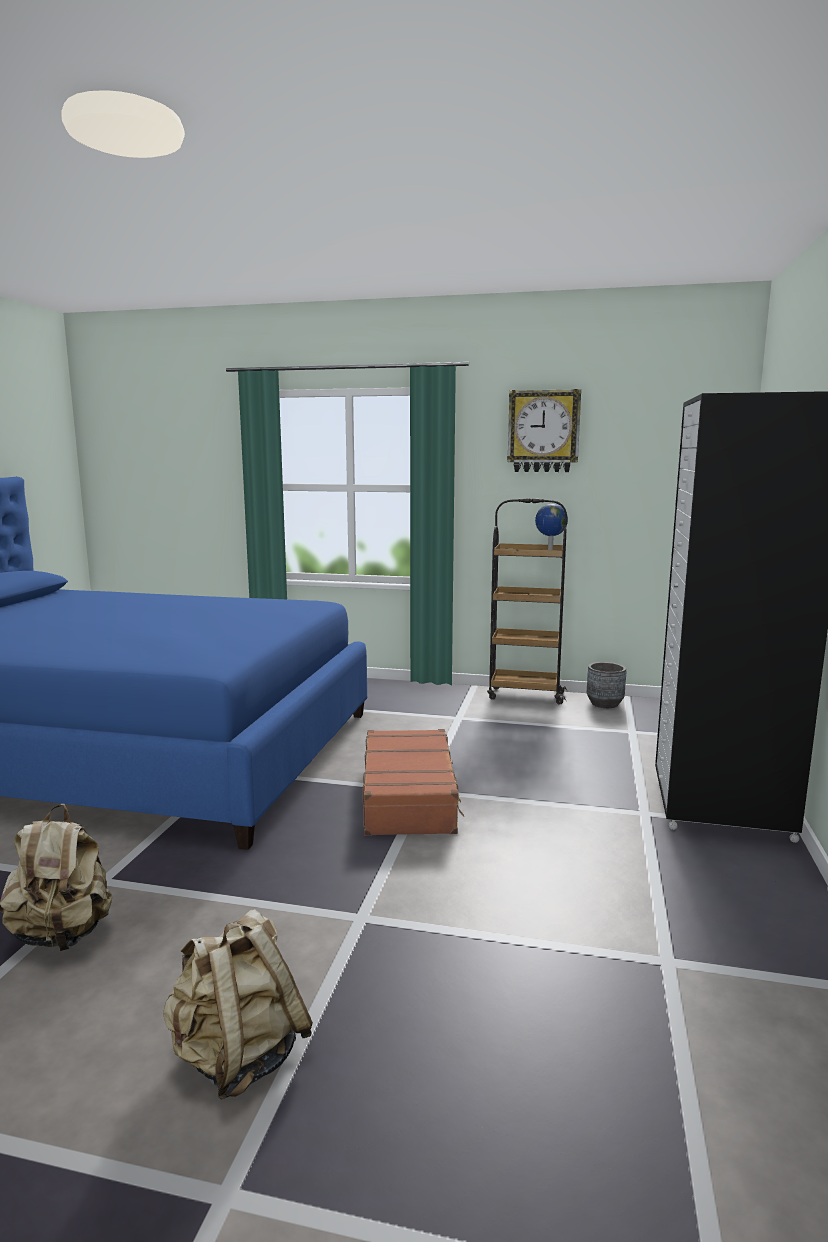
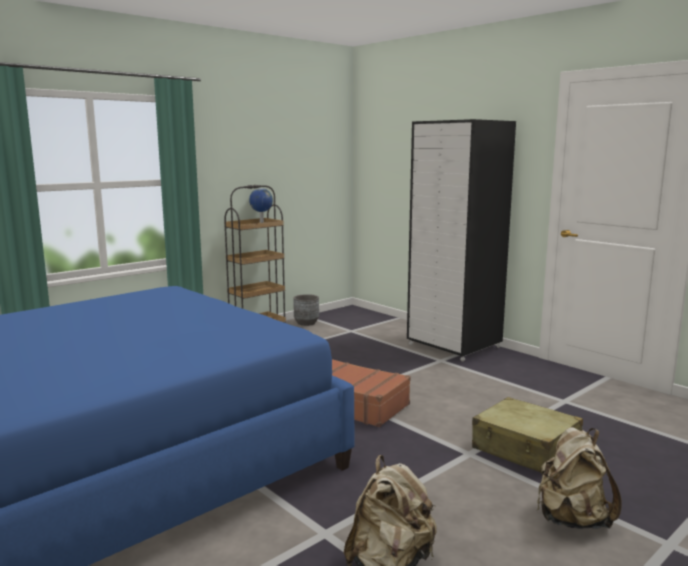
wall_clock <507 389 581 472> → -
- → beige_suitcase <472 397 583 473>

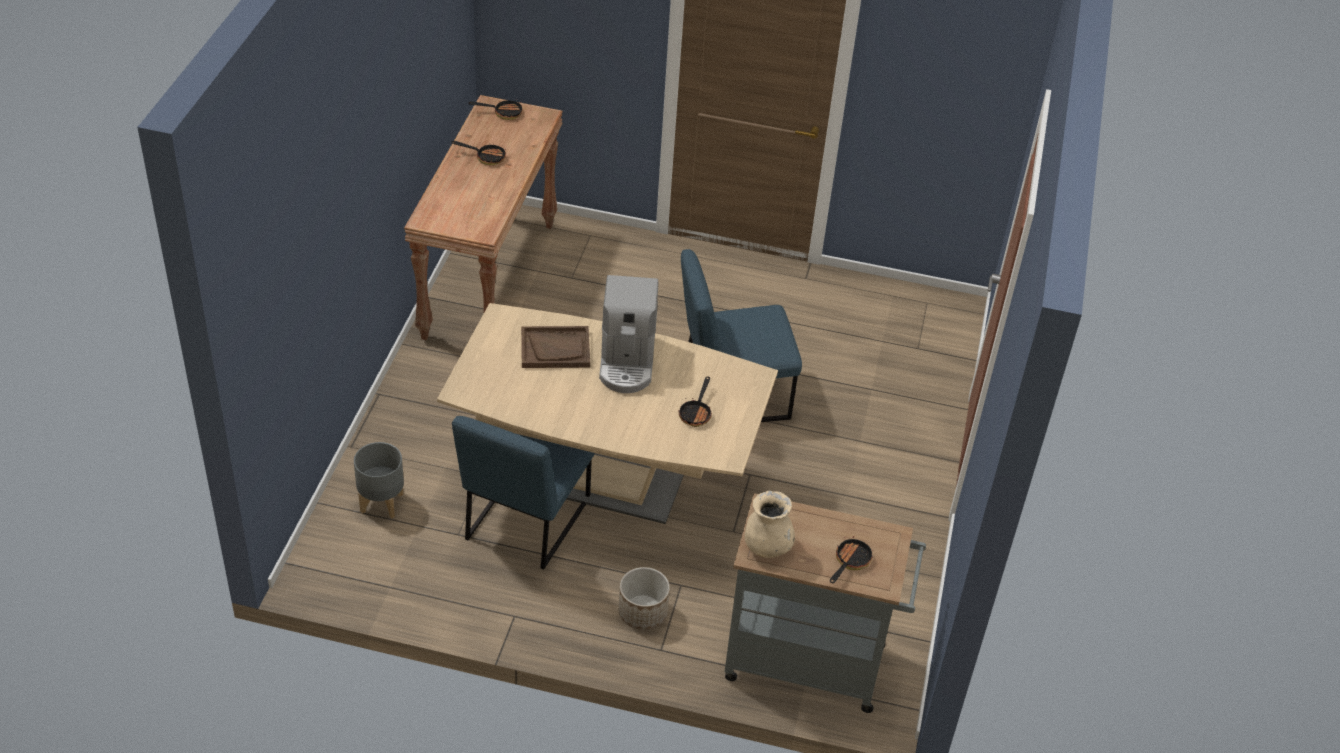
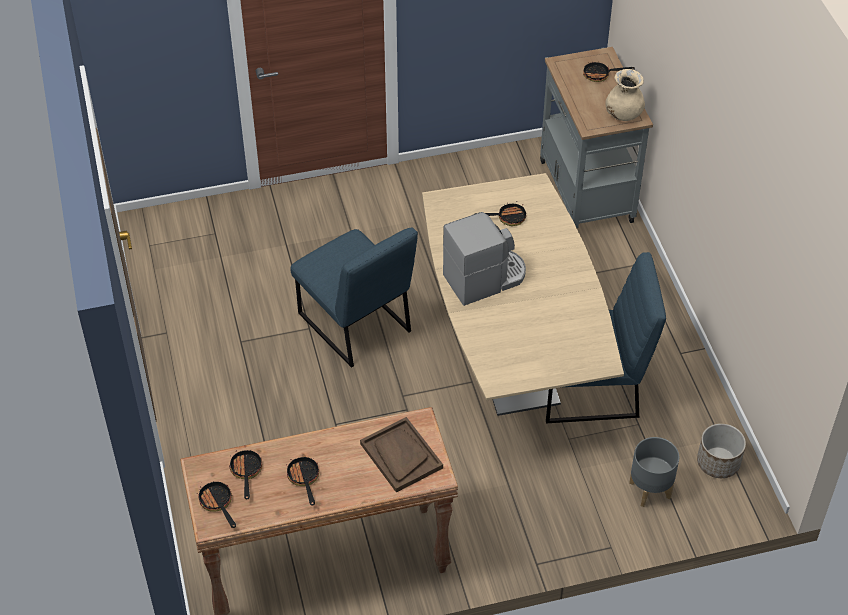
- → frying_pan <229 447 262 499>
brown_tray <521 326 590 368> → brown_tray <360 417 443 493>, shifted
planter <618 567 670 630> → planter <697 423 746 478>, shifted

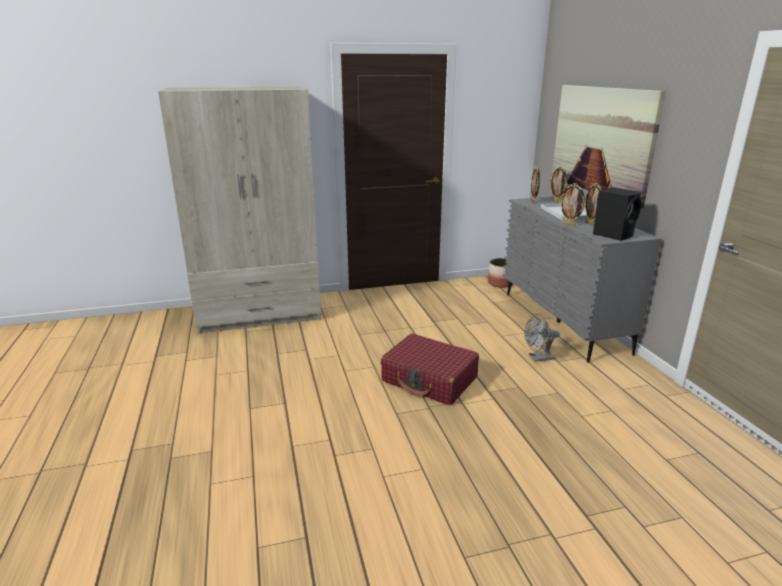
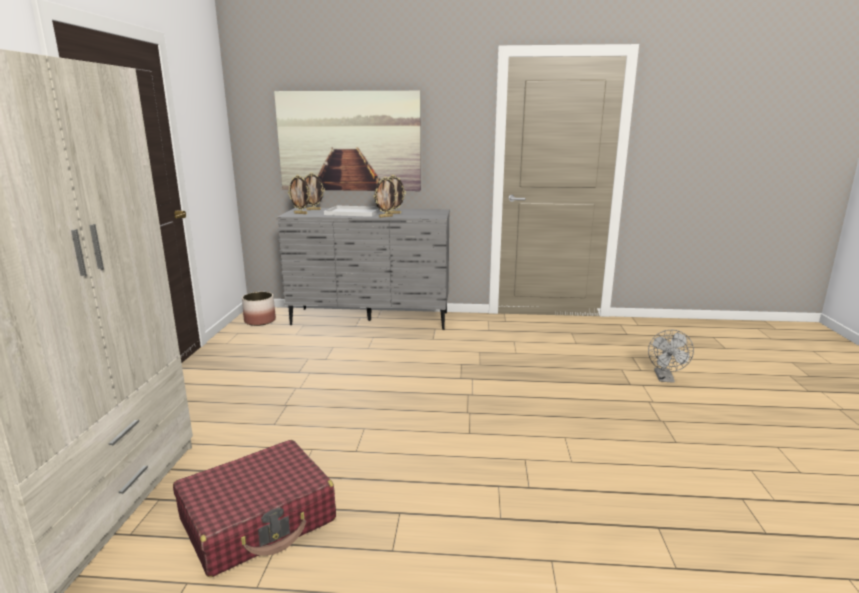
black_speaker <593 187 642 241> → -
red_suitcase <381 333 479 405> → red_suitcase <173 440 336 577>, shifted
grey_fan <524 313 560 362> → grey_fan <648 330 694 383>, shifted

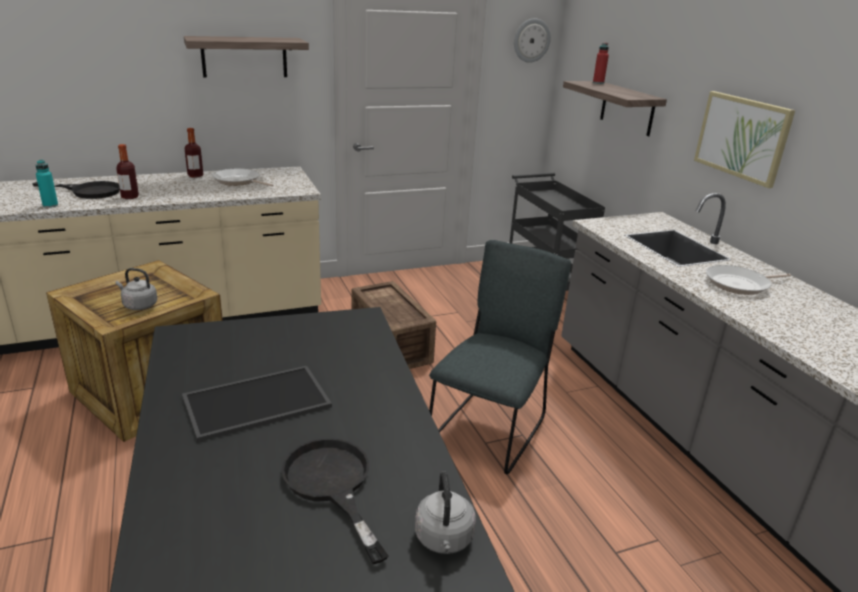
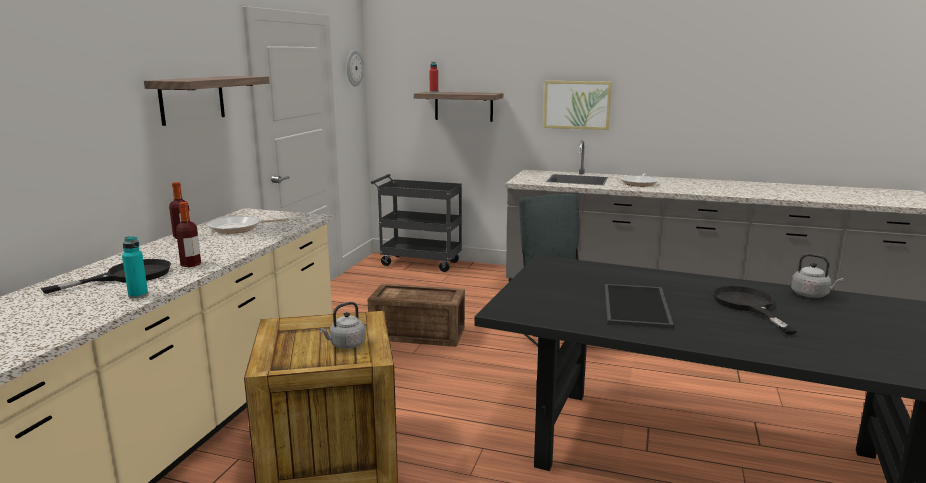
black_frying_pan <281 438 388 564> → black_frying_pan <713 286 797 335>, 75 degrees clockwise

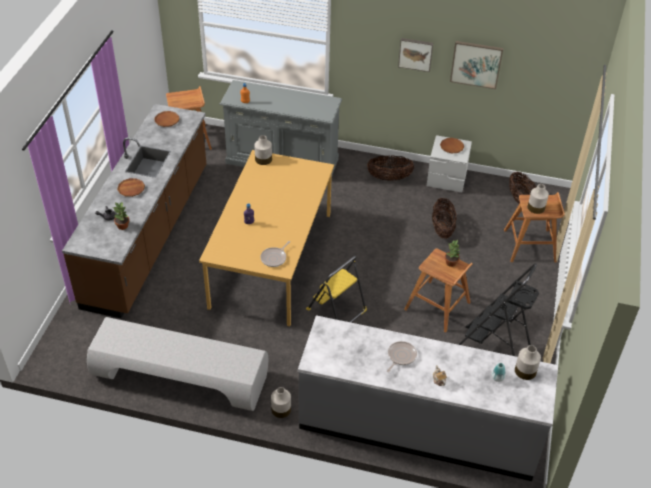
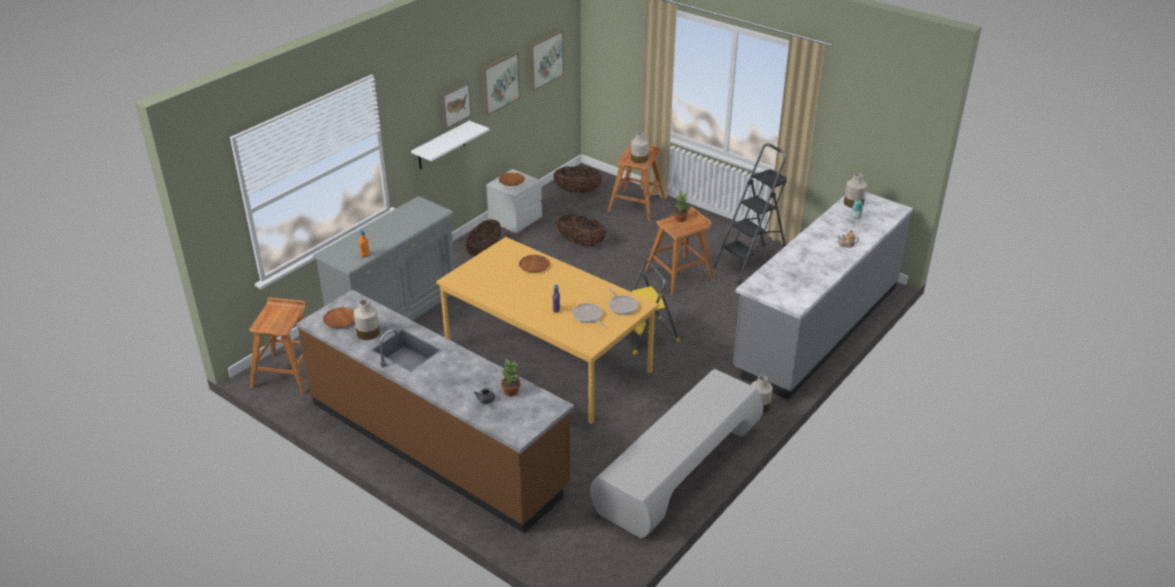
- → white_shelf <411 121 490 169>
- → picture <529 30 564 91>
brown_plate <117 178 145 197> → brown_plate <519 255 550 273>, shifted
beige_vase <254 135 272 165> → beige_vase <354 299 380 340>, shifted
frying_pan <387 341 417 372> → frying_pan <573 303 605 327>, shifted

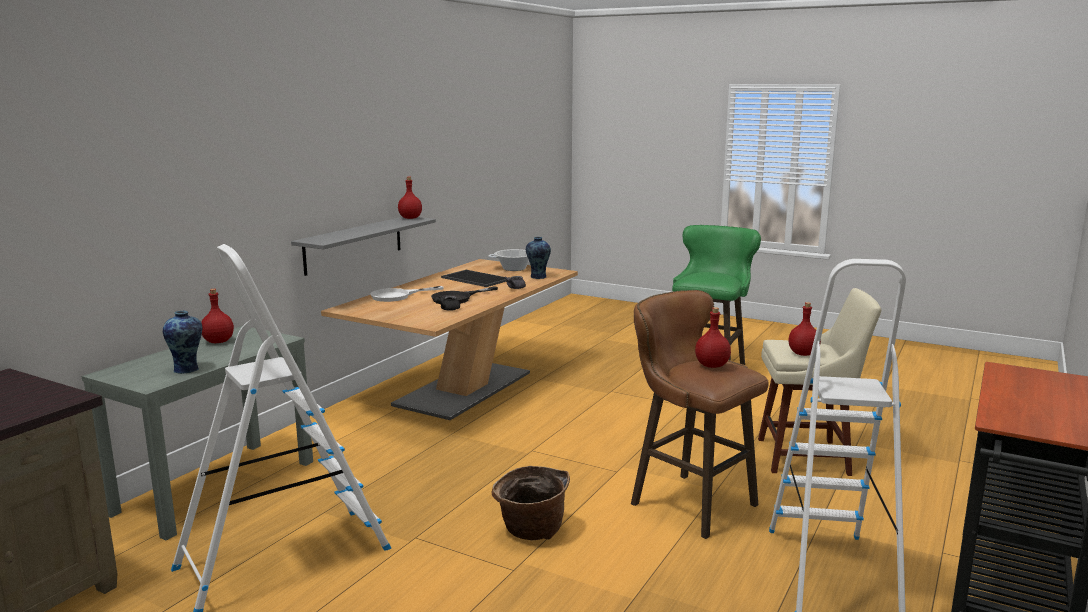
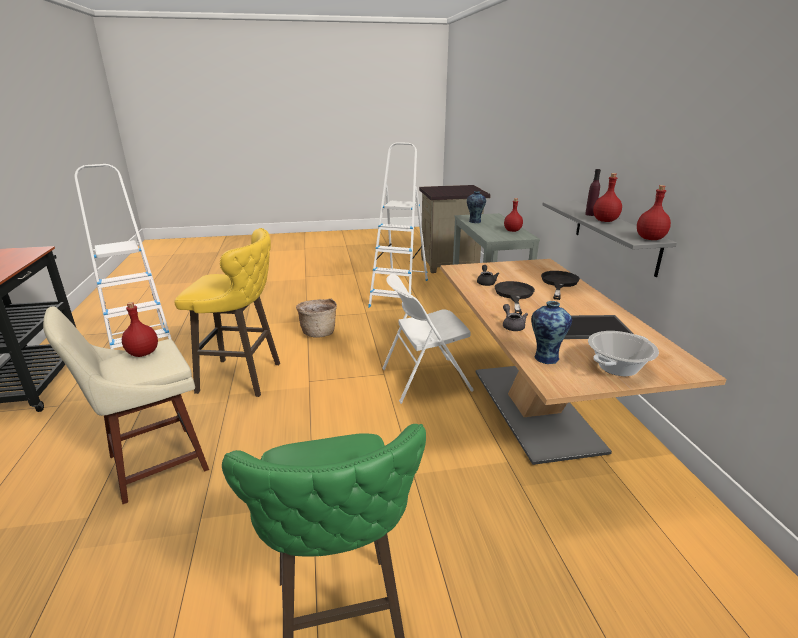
- → white_chair <382 274 473 404>
- → purple_bottle <585 169 601 216>
red_bottle <695 307 731 368> → red_bottle <593 173 622 222>, shifted
white_frying_pan <370 286 444 302> → black_frying_pan <541 271 580 300>
brown_stool <631 290 769 539> → yellow_stool <174 228 280 397>

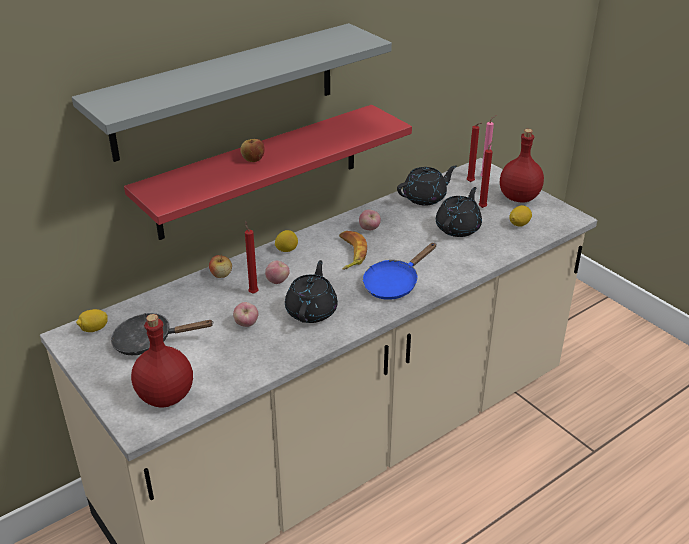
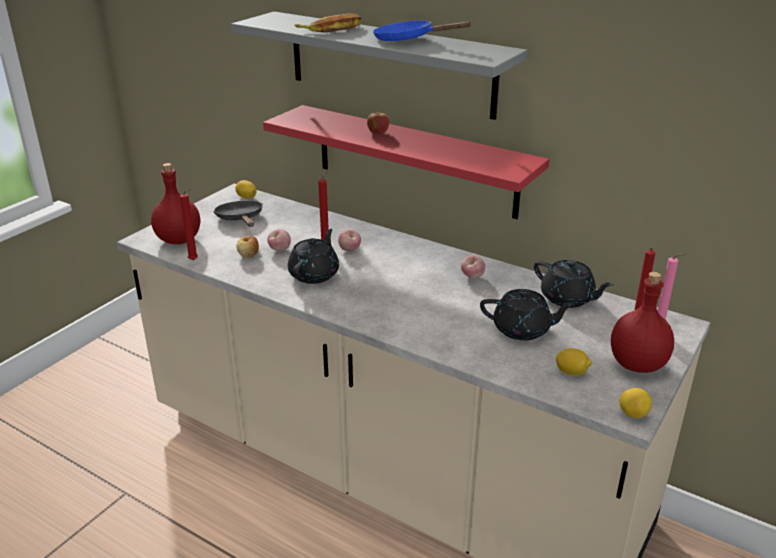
apple <209 254 232 278> → apple <237 235 259 258>, shifted
lemon <275 230 298 252> → lemon <620 388 652 418>, shifted
banana <339 231 367 270> → banana <295 13 361 32>, shifted
blue_frying_pan <363 243 436 300> → blue_frying_pan <373 21 472 41>, shifted
red_candle <478 141 493 208> → red_candle <180 188 198 260>, shifted
black_teapot <285 260 338 323> → black_teapot <288 229 339 284>, 60 degrees counterclockwise

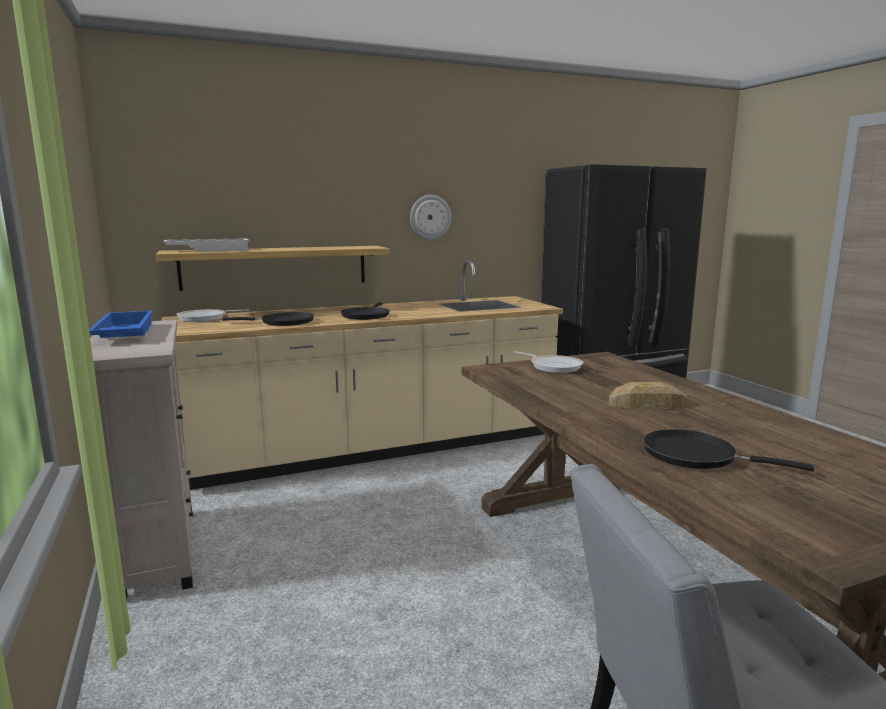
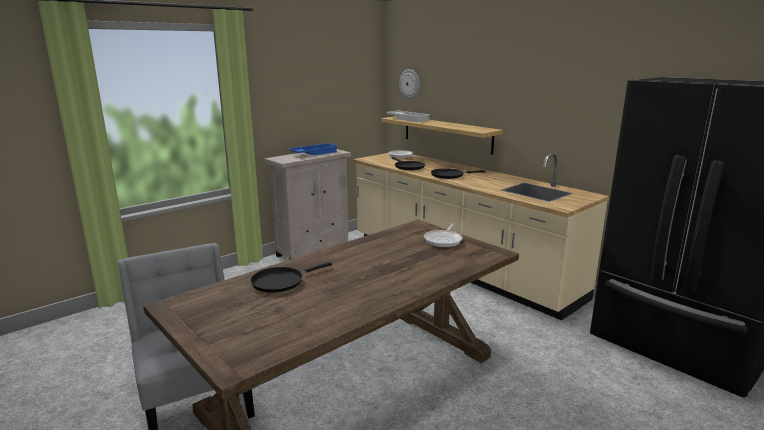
bread <609 382 689 409> → -
wall_clock <410 195 451 240> → wall_clock <399 69 420 99>, shifted
black_frying_pan <643 429 814 471> → black_frying_pan <250 262 332 293>, 135 degrees counterclockwise

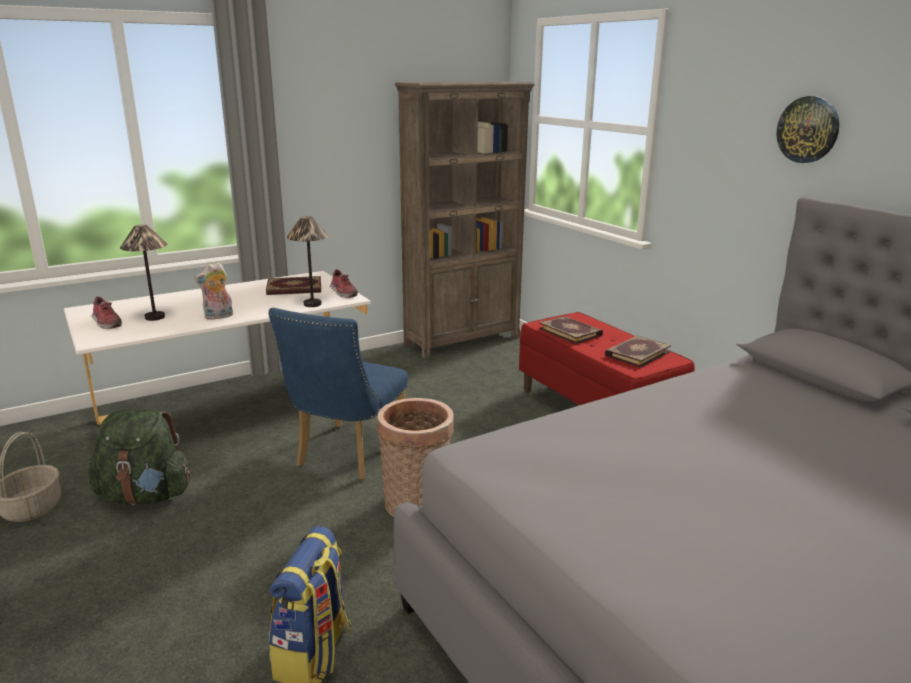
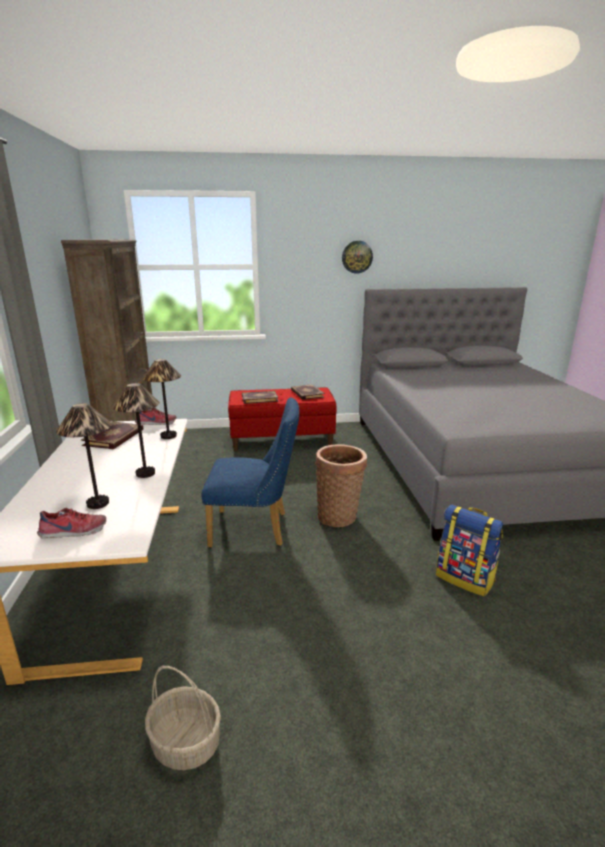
green_backpack <88 409 190 505> → -
plush_toy <194 262 233 320> → table_lamp <112 383 160 478>
blue_chair <268 308 408 480> → blue_chair <201 397 299 548>, 45 degrees counterclockwise

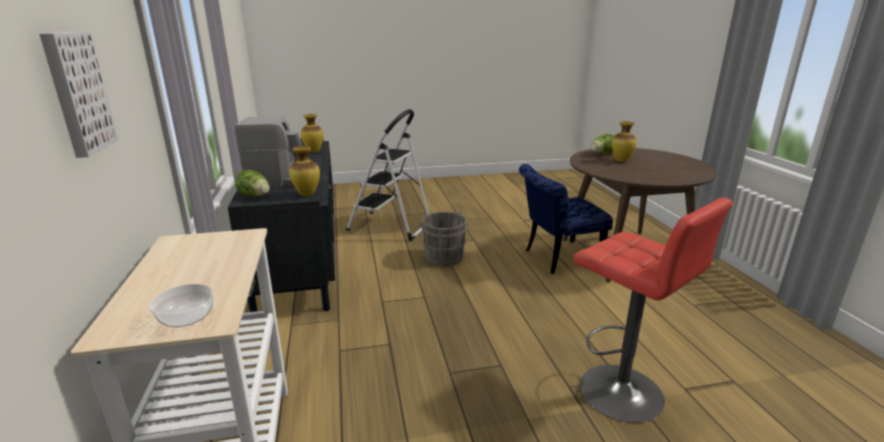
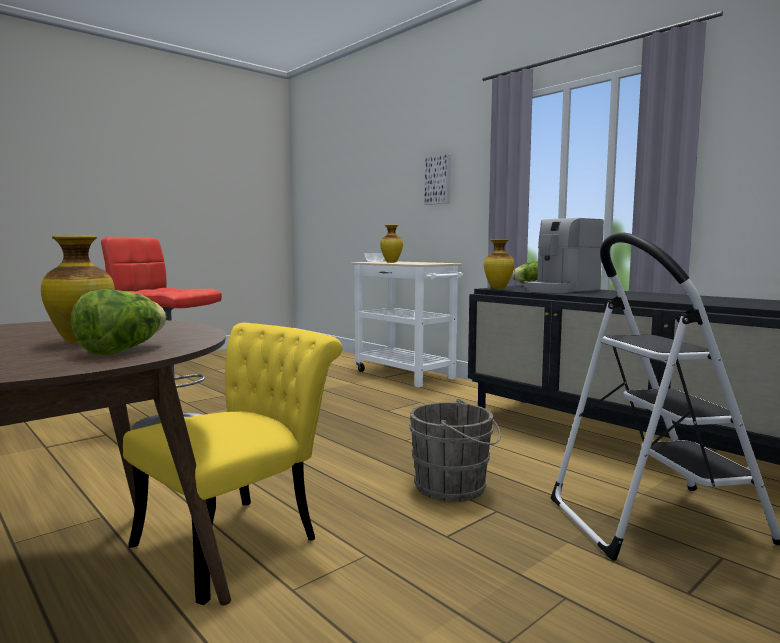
vase <301 114 324 153> → vase <380 225 403 263>, shifted
blue_chair <519 164 613 274> → yellow_chair <123 323 342 605>

